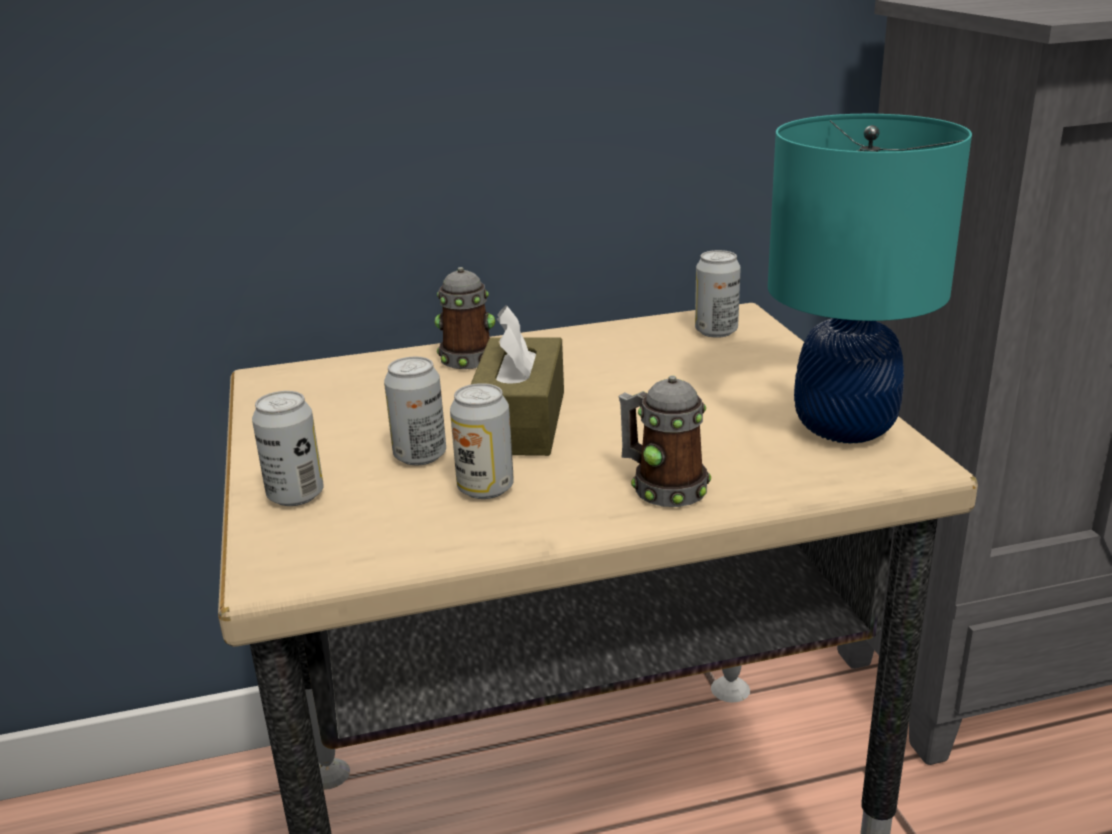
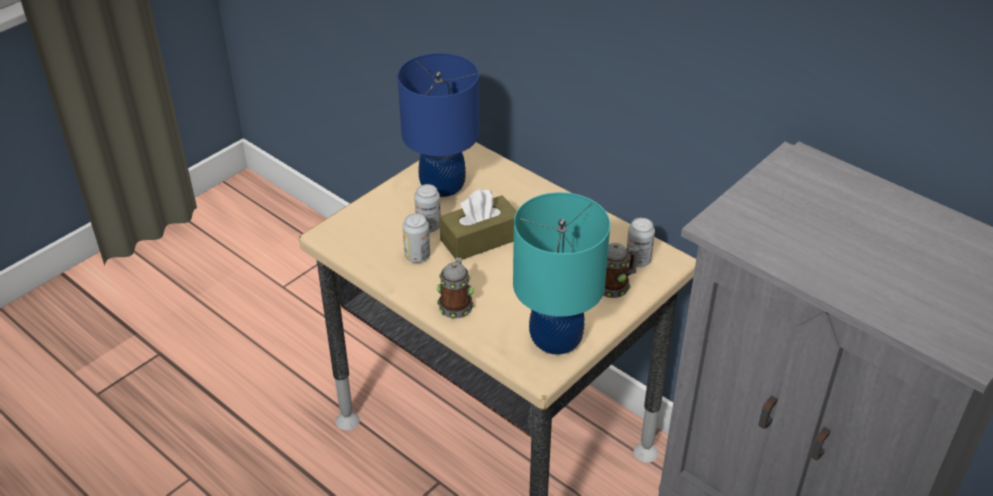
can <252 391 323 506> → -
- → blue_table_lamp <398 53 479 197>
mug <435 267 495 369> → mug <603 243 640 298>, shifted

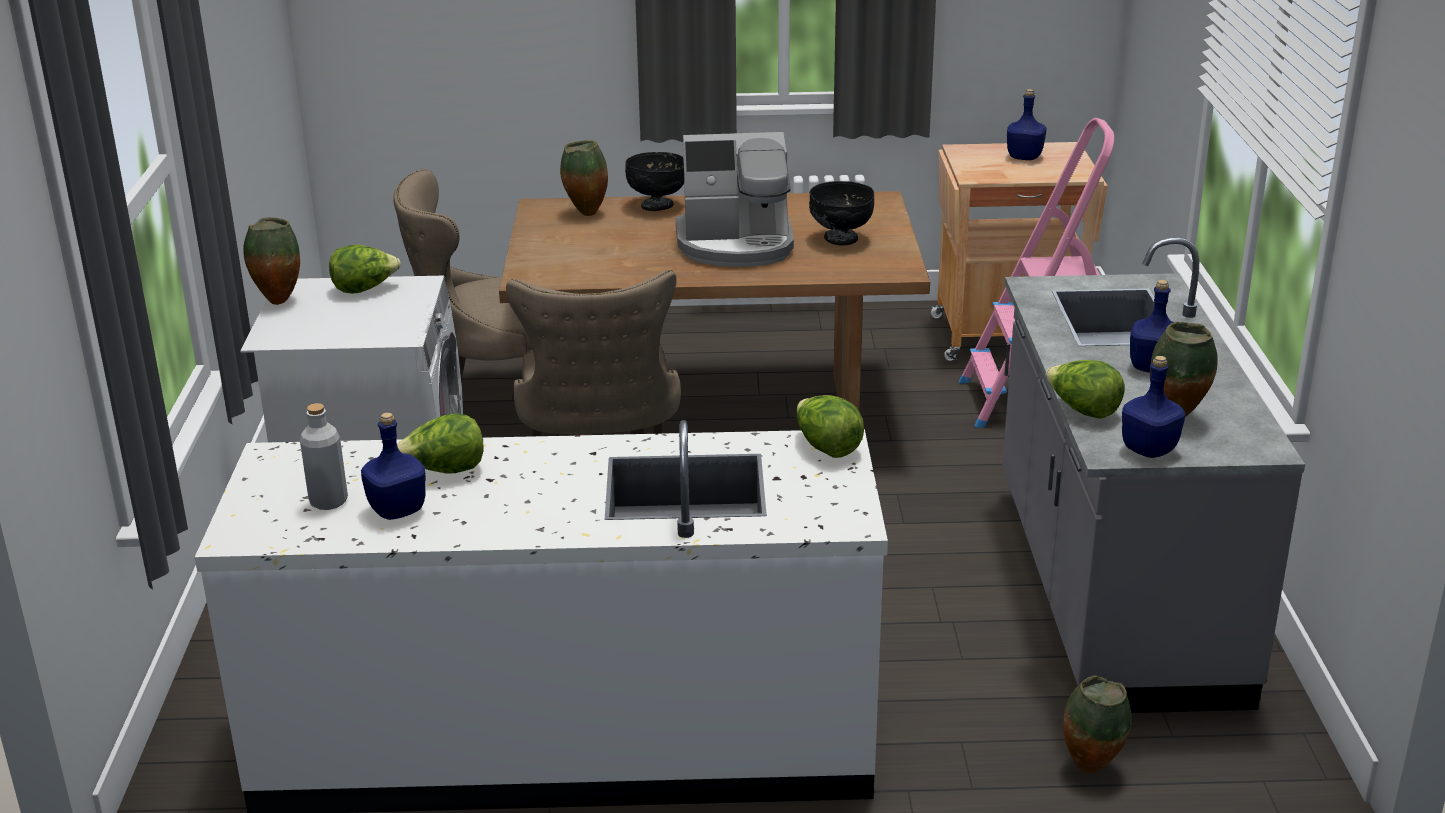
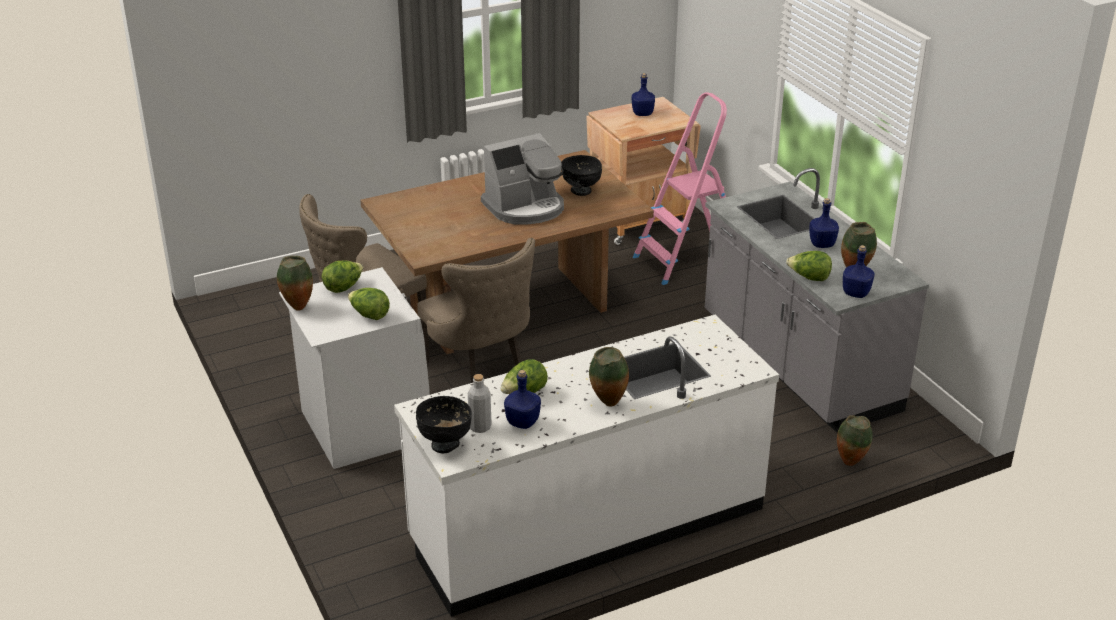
vase <560 140 608 216> → vase <589 347 629 406>, shifted
black_bowl <625 152 684 211> → black_bowl <416 396 472 453>, shifted
lettuce <797 395 864 458> → lettuce <348 288 390 320>, shifted

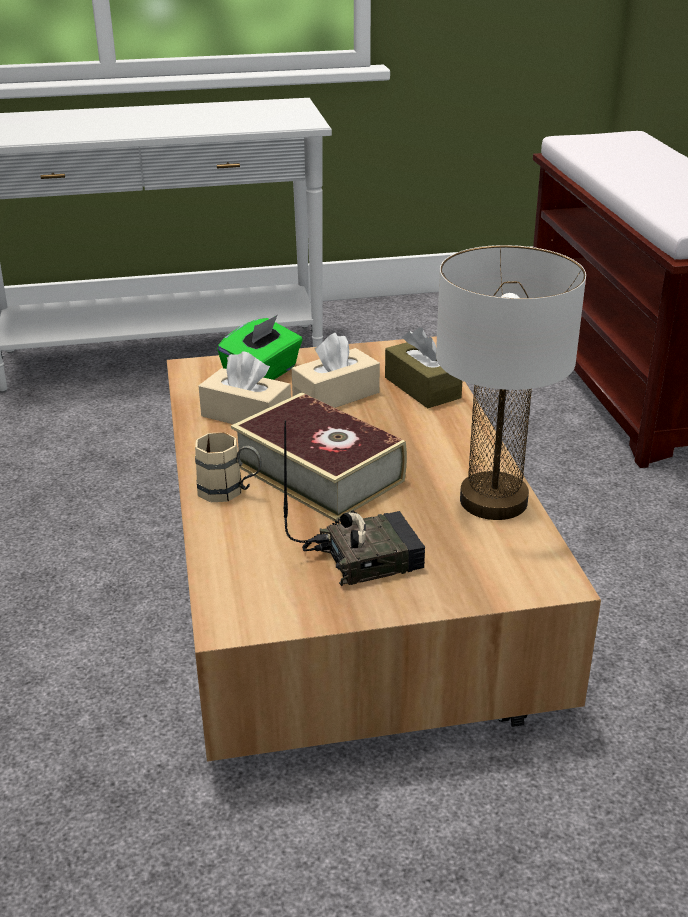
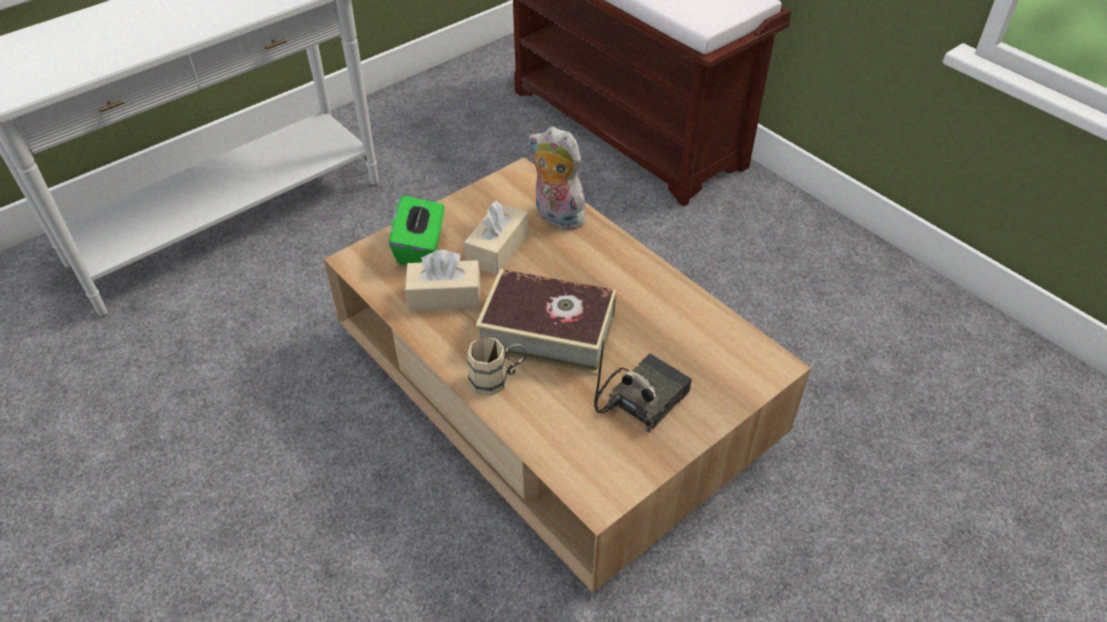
table_lamp <436 245 586 520> → -
brown_tissue_box <385 327 462 408> → plush_toy <529 127 586 230>

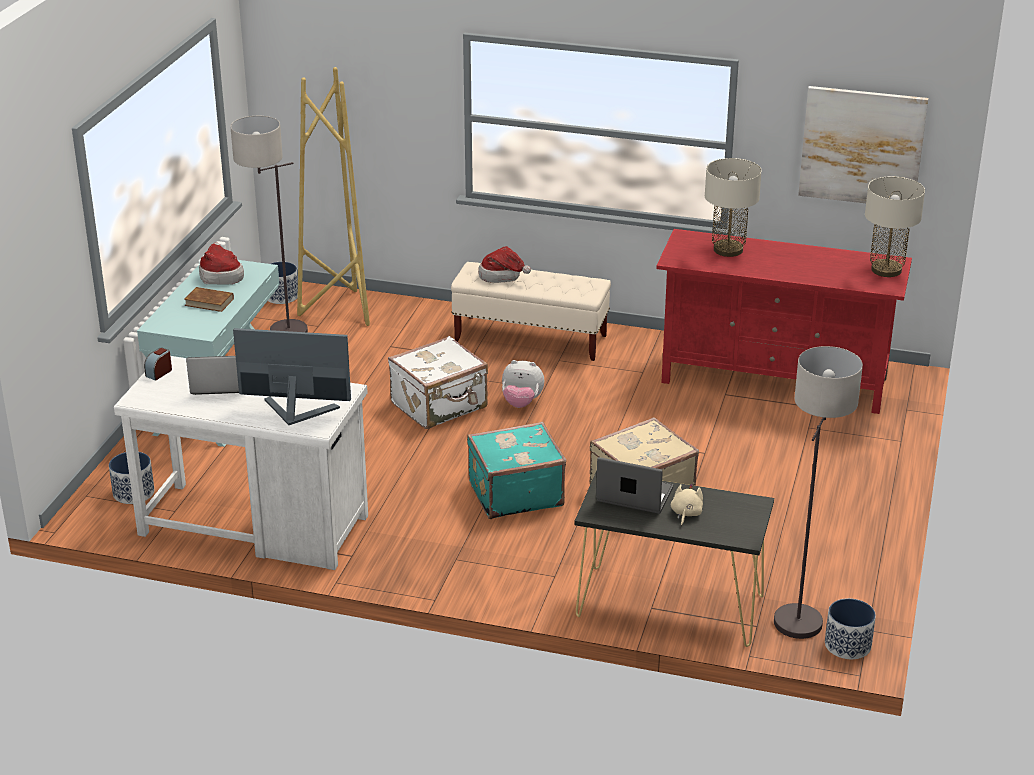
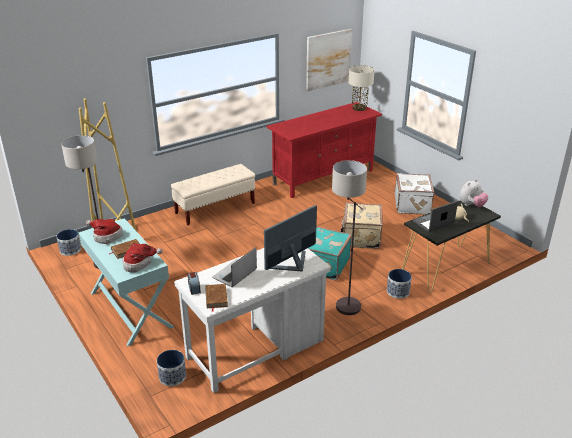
table_lamp <705 158 762 257> → -
- → brown_book <205 284 228 312>
white_suitcase <388 336 488 429> → white_suitcase <395 173 435 214>, shifted
hat <478 246 531 283> → hat <123 243 163 273>, shifted
plush_toy <502 360 544 408> → plush_toy <459 179 488 207>, shifted
grey_floor_lamp <774 346 863 639> → grey_floor_lamp <332 160 367 315>, shifted
planter <825 598 876 659> → planter <387 269 412 299>, shifted

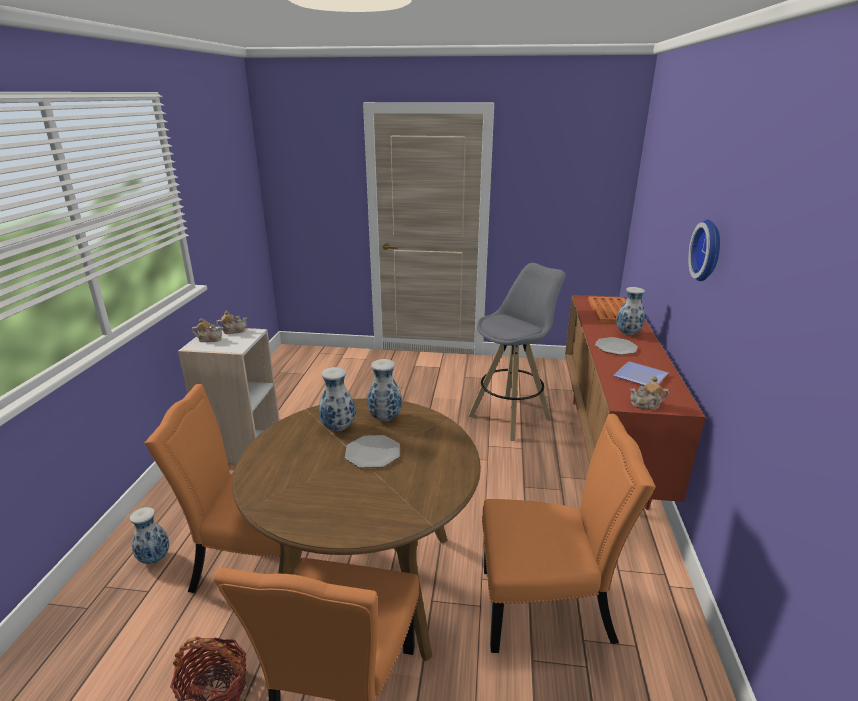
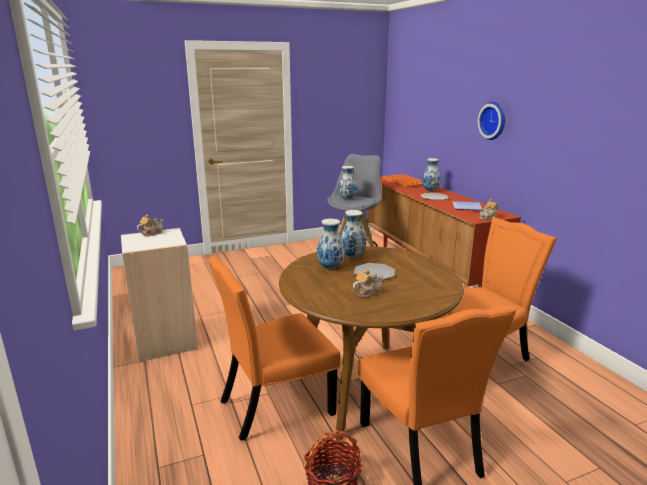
vase <130 507 169 564> → vase <338 166 357 200>, shifted
teapot <192 318 222 342> → teapot <353 269 383 298>, shifted

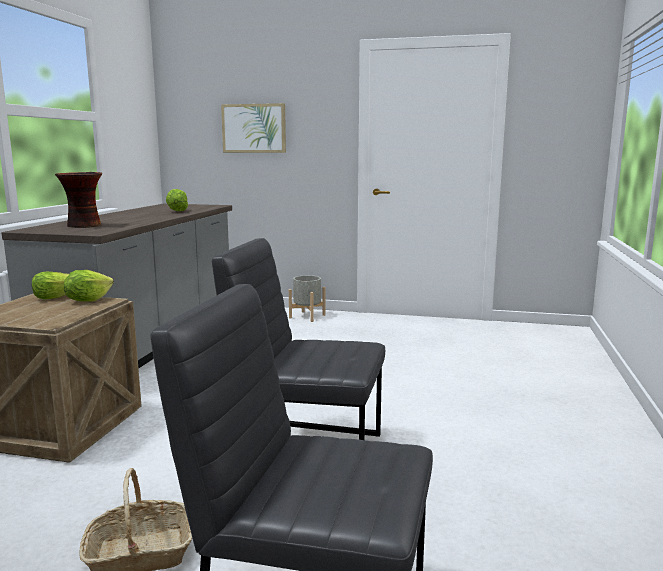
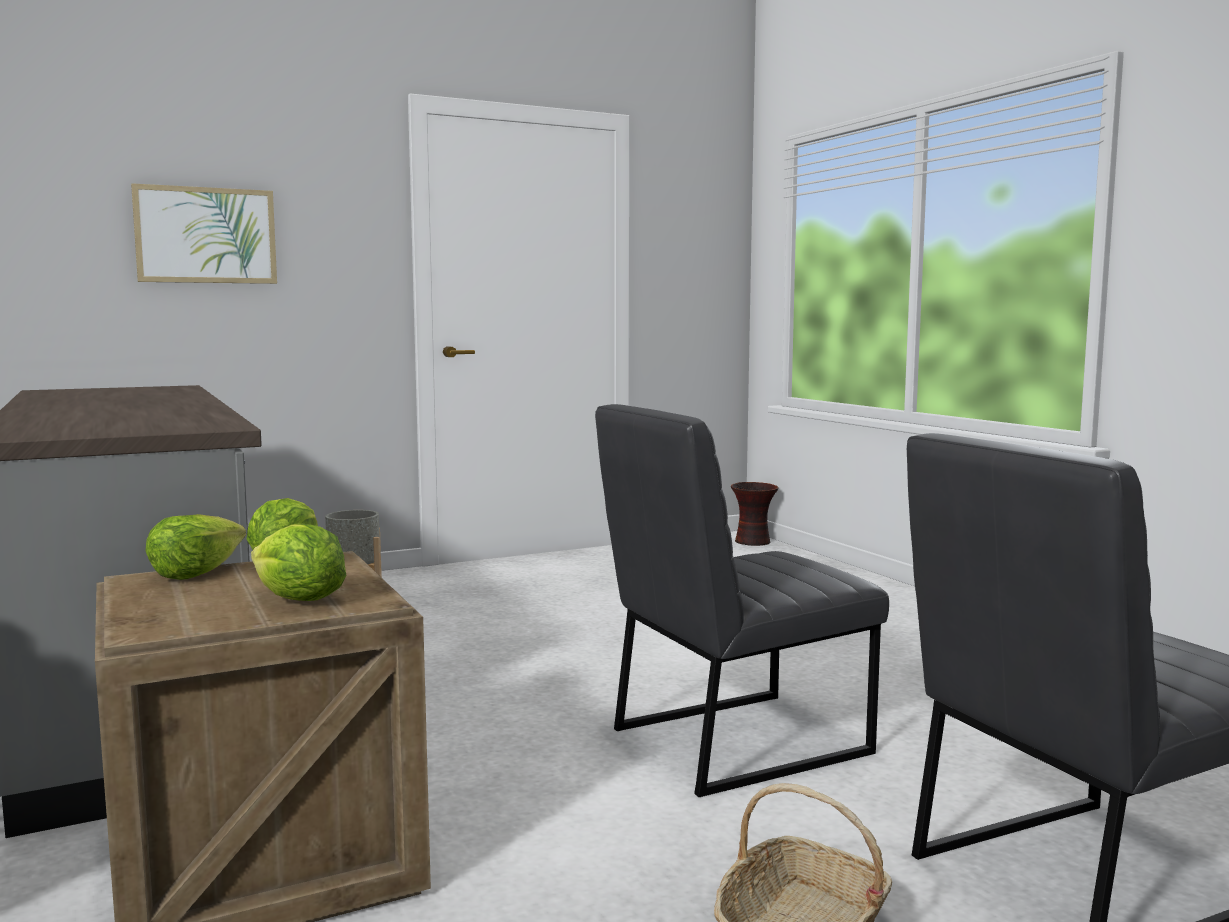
vase <55 172 102 228> → vase <731 482 779 546>, shifted
lettuce <166 189 188 211> → lettuce <251 524 347 601>, shifted

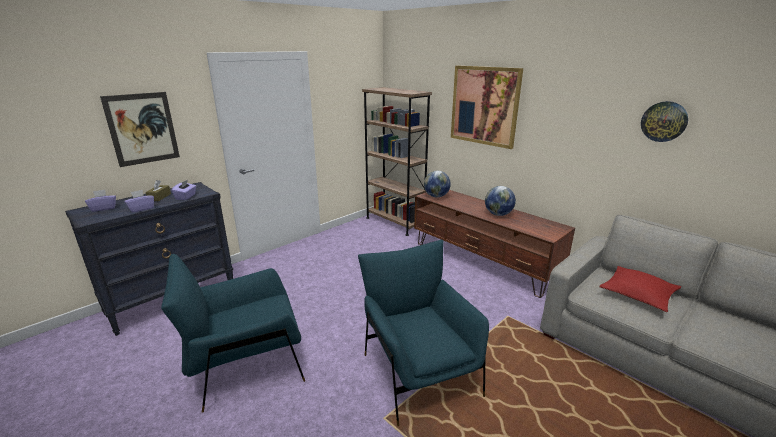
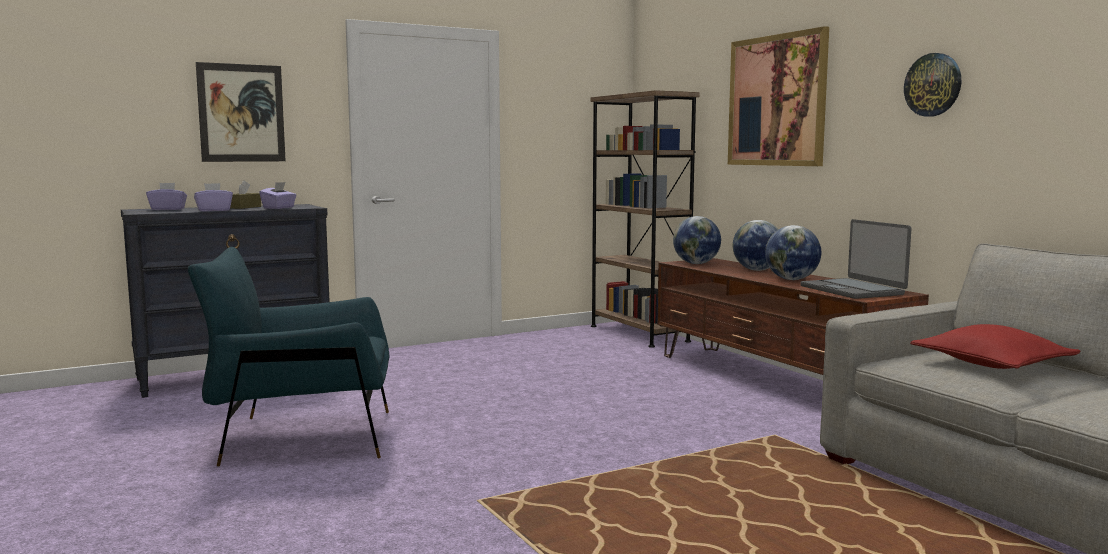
blue_armchair <358 240 489 426> → -
- → globe <733 220 779 271>
- → laptop <800 219 911 299>
wall_clock <641 101 688 142> → wall_clock <904 53 961 117>, shifted

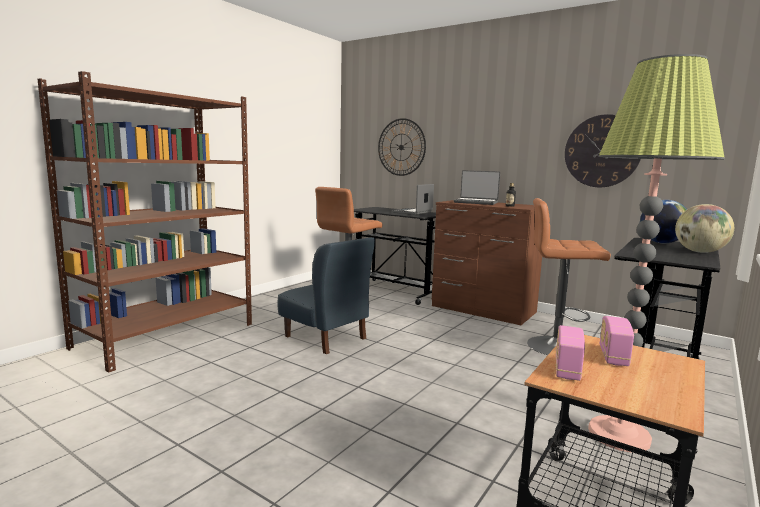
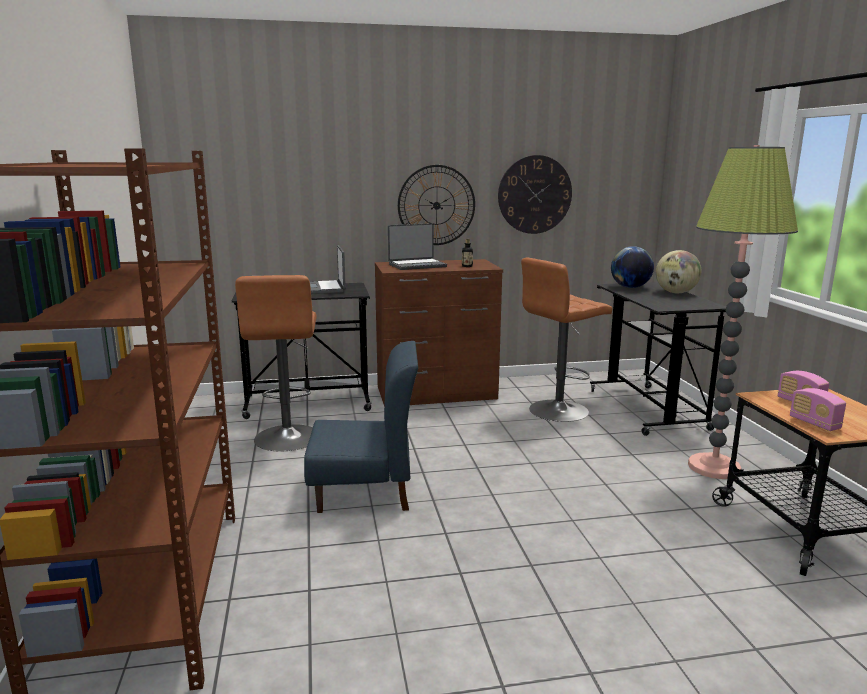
wall_clock <378 118 426 176> → wall_clock <398 165 475 245>, shifted

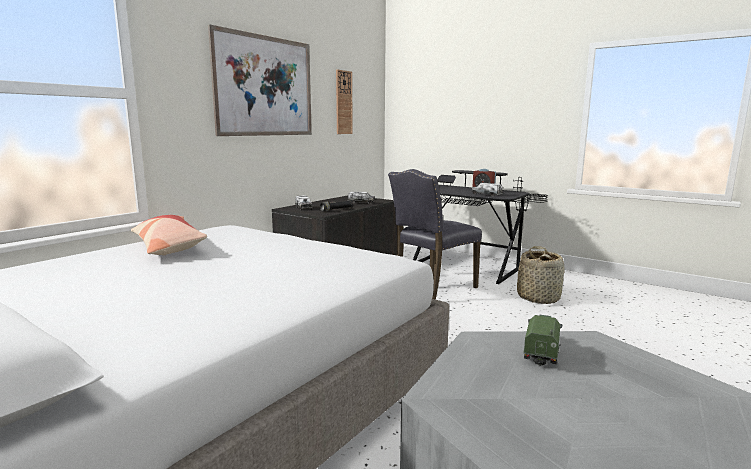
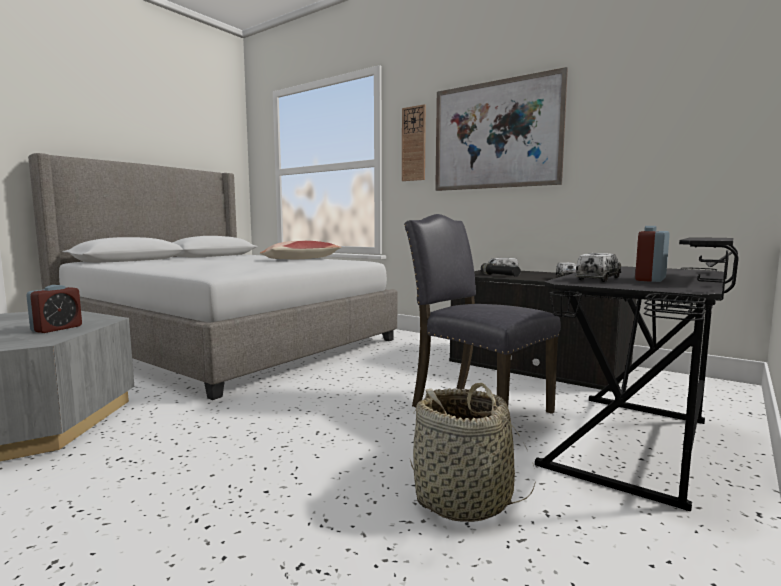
wall_clock <336 69 353 134> → wall_clock <402 104 426 181>, shifted
toy_truck <523 315 562 367> → alarm_clock <26 285 82 333>

